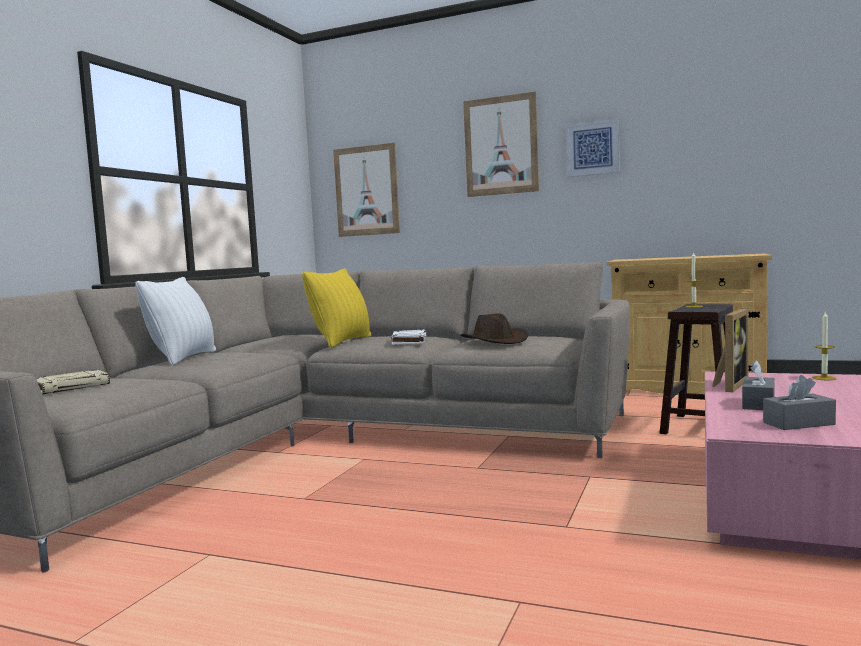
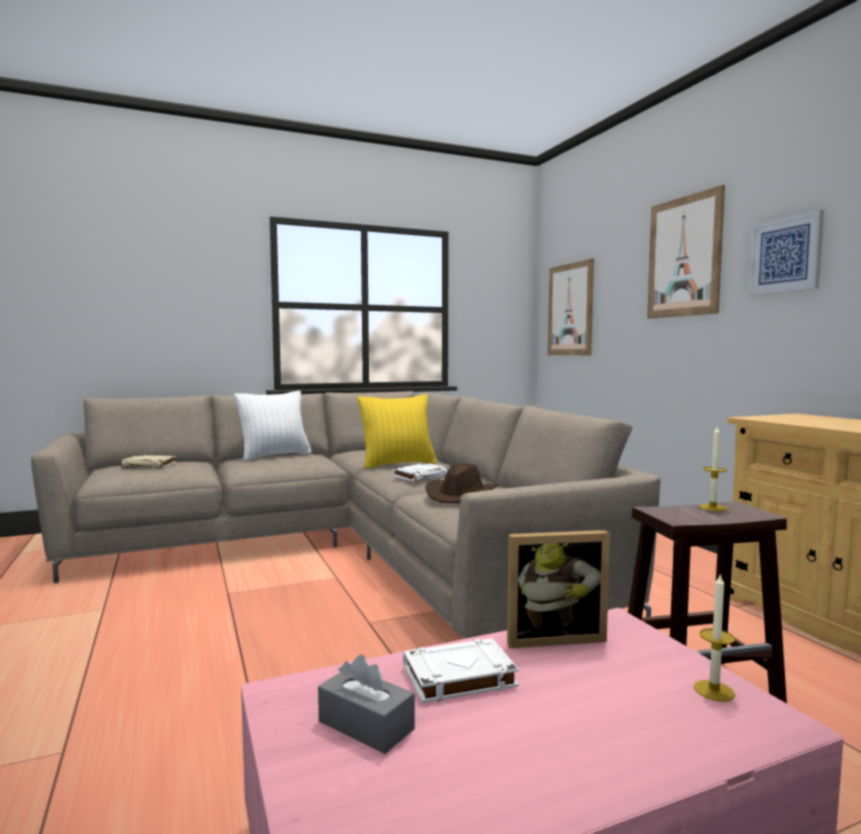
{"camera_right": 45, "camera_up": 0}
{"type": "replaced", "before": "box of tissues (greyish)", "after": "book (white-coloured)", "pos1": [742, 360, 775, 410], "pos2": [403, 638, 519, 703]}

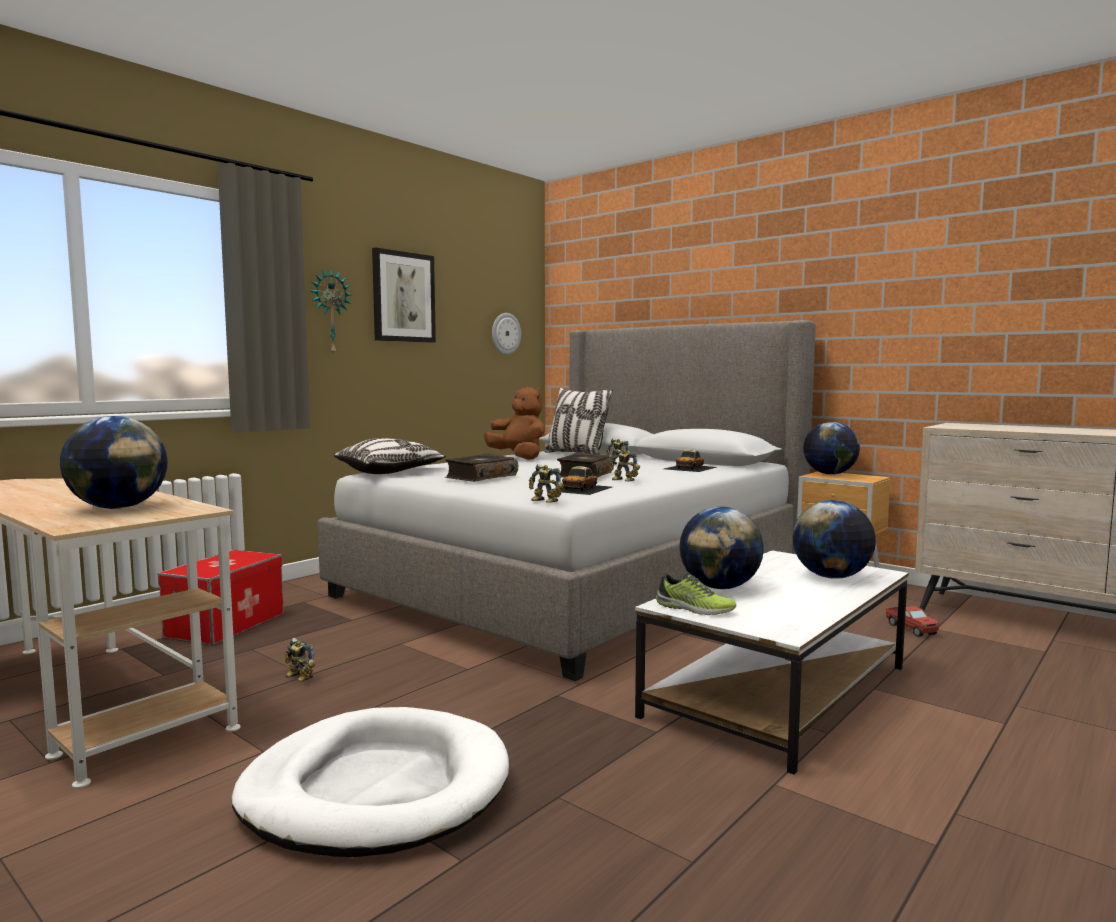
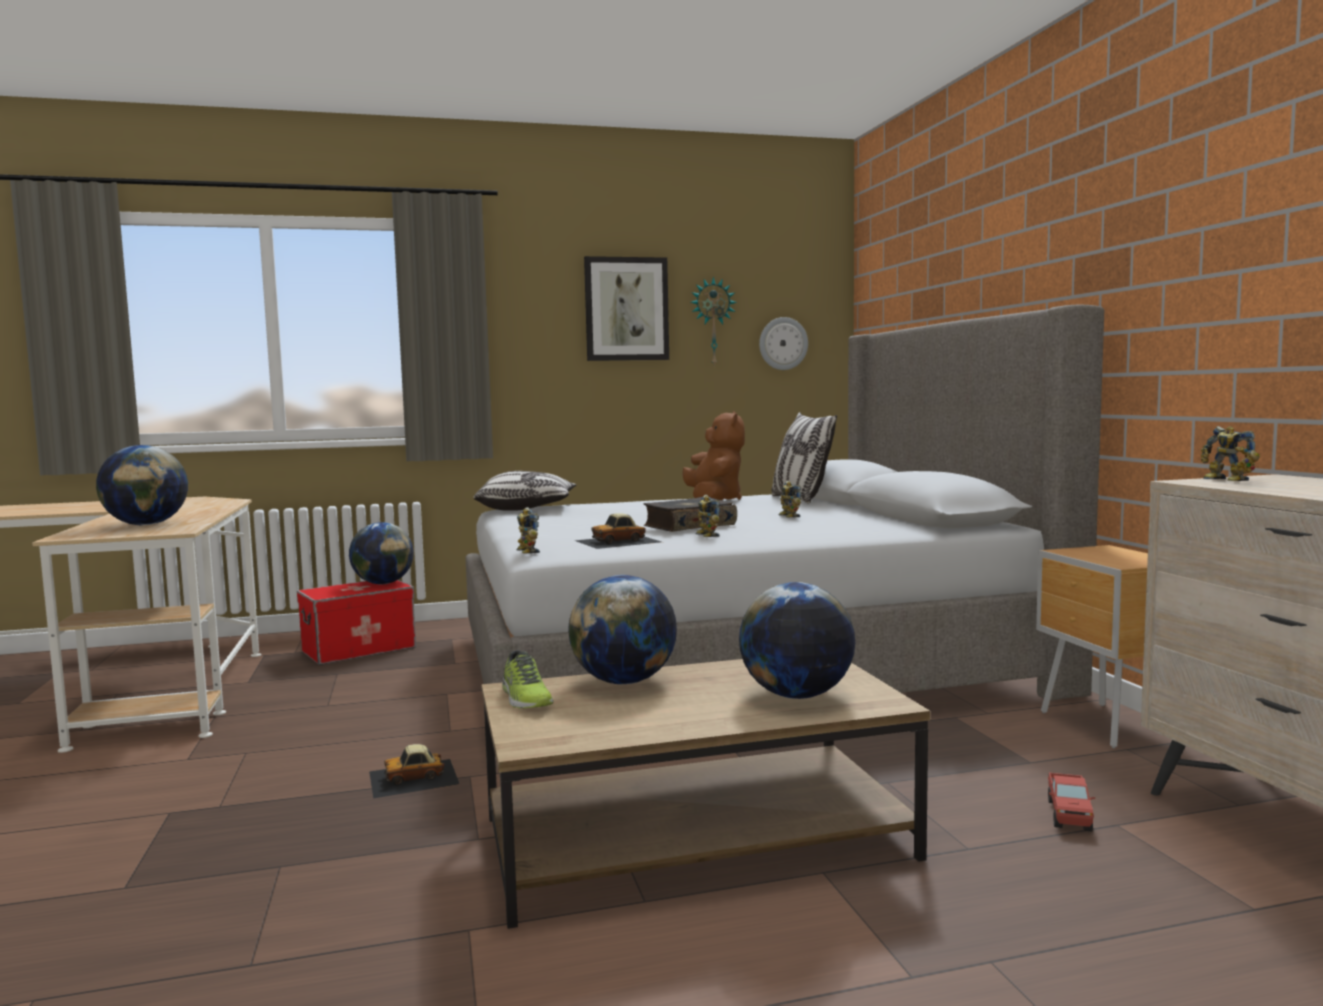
{"camera_right": 35, "camera_up": 0}
{"type": "moved", "before": "world globe", "pos1": [804, 422, 860, 475], "pos2": [349, 522, 414, 584]}
{"type": "moved", "before": "miniature car", "pos1": [664, 450, 717, 472], "pos2": [369, 744, 460, 798]}
{"type": "recoloured", "before": "lounge table (white-coloured)", "after": "lounge table (brownish)", "pos1": [635, 551, 909, 775], "pos2": [482, 659, 931, 929]}
{"type": "moved", "before": "clock on the wall", "pos1": [311, 269, 352, 355], "pos2": [691, 277, 737, 367]}
{"type": "moved", "before": "model robot", "pos1": [285, 638, 316, 681], "pos2": [1201, 426, 1260, 481]}
{"type": "removed", "before": "dog bed (white-coloured)", "pos1": [231, 707, 509, 857]}
{"type": "removed", "before": "book", "pos1": [445, 453, 518, 482]}

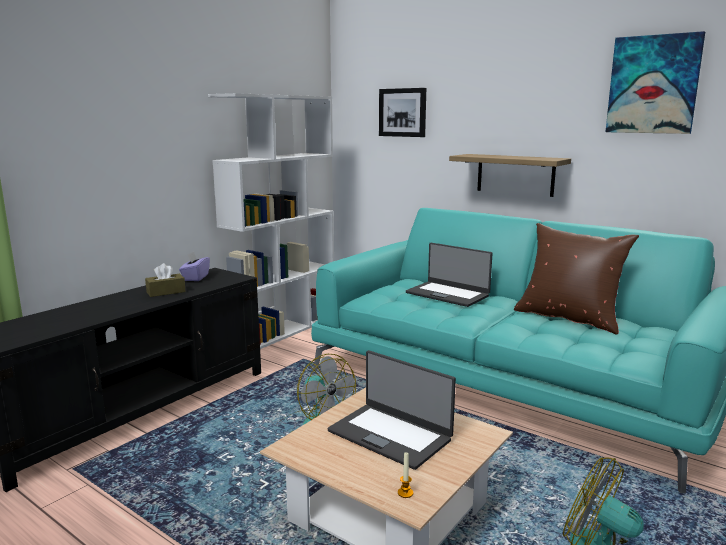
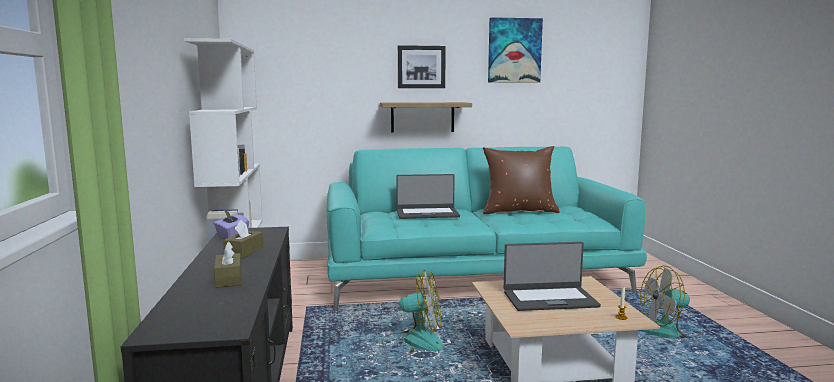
{"camera_right": -45, "camera_up": -5}
{"type": "added", "after": "box of tissues (brownish)", "pos2": [214, 242, 241, 288]}
{"type": "moved", "before": "wall art", "pos1": [379, 88, 426, 137], "pos2": [398, 45, 446, 88]}

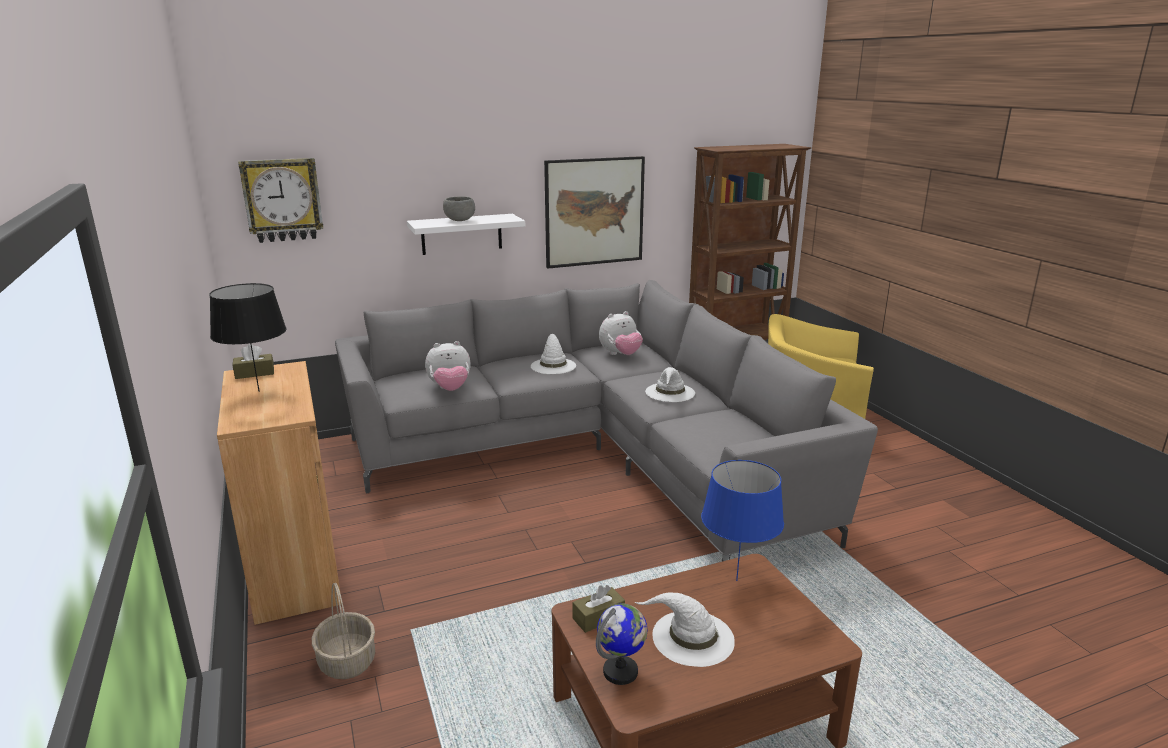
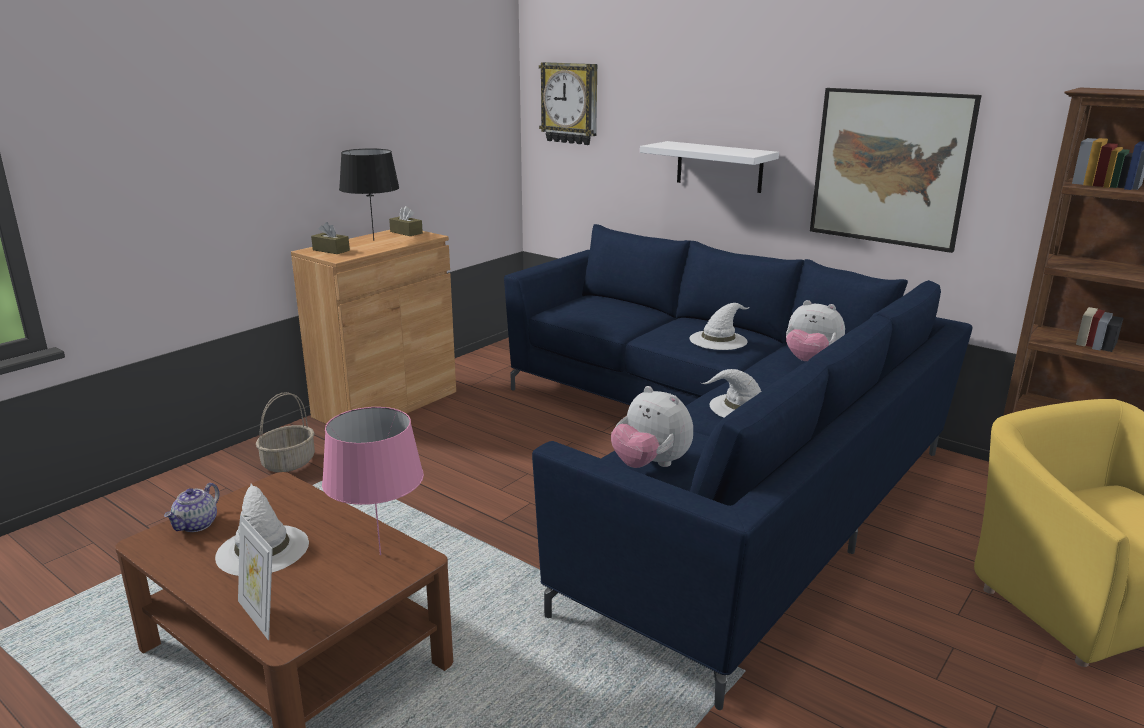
{"camera_right": 60, "camera_up": 0}
{"type": "replaced", "before": "world globe", "after": "tea pot", "pos1": [596, 603, 647, 685], "pos2": [164, 483, 219, 532]}
{"type": "added", "after": "photo frame", "pos2": [238, 514, 273, 640]}
{"type": "moved", "before": "box of tissues (brownish)", "pos1": [572, 585, 625, 633], "pos2": [311, 222, 350, 254]}
{"type": "recoloured", "before": "tabletop lamp (bluish)", "after": "tabletop lamp (pinkish)", "pos1": [701, 460, 784, 581], "pos2": [322, 407, 424, 555]}
{"type": "recoloured", "before": "sofa (greyish)", "after": "sofa (bluish)", "pos1": [335, 280, 878, 561], "pos2": [504, 224, 972, 710]}
{"type": "moved", "before": "cuddly toy", "pos1": [425, 341, 470, 391], "pos2": [611, 386, 693, 468]}
{"type": "removed", "before": "bowl (greyish)", "pos1": [443, 196, 475, 221]}

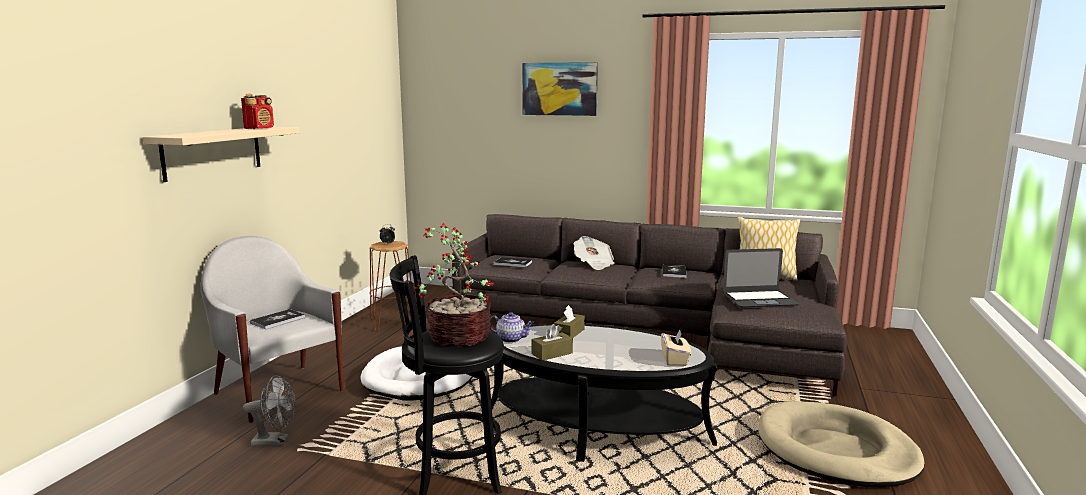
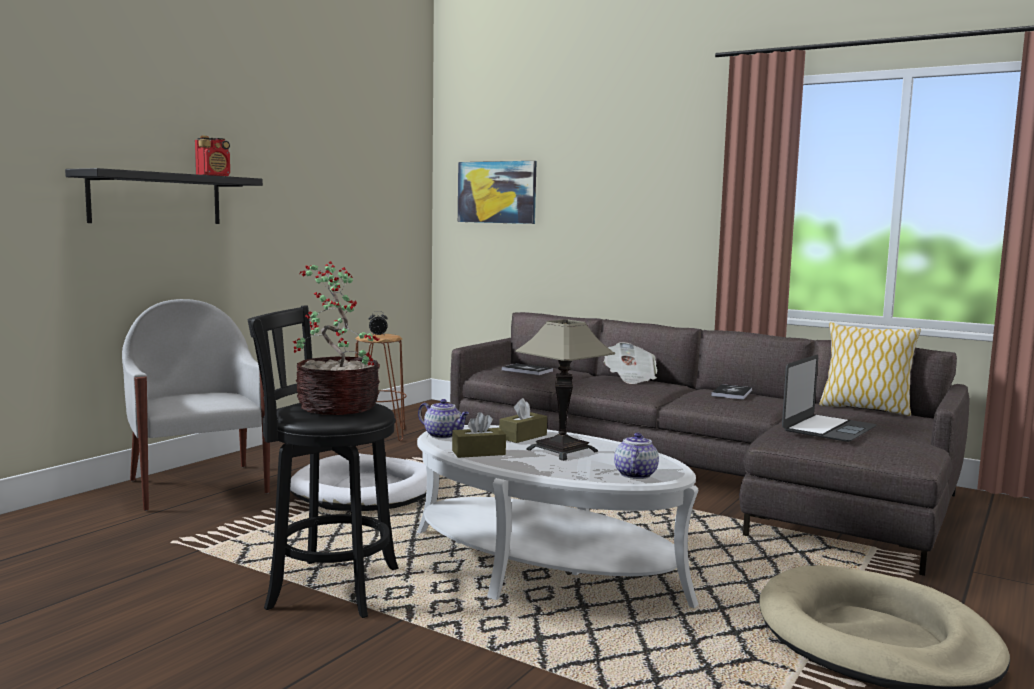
{"camera_right": 15, "camera_up": -5}
{"type": "recoloured", "before": "bracket shelf (beige)", "after": "bracket shelf (black)", "pos1": [143, 127, 300, 182], "pos2": [65, 168, 263, 224]}
{"type": "recoloured", "before": "lounge table (black)", "after": "lounge table (white-coloured)", "pos1": [491, 323, 717, 462], "pos2": [417, 425, 698, 608]}
{"type": "moved", "before": "wall art", "pos1": [522, 62, 598, 116], "pos2": [458, 161, 536, 224]}
{"type": "added", "after": "tabletop lamp", "pos2": [515, 319, 615, 461]}
{"type": "replaced", "before": "box of tissues (beige)", "after": "tea pot", "pos1": [661, 329, 691, 366], "pos2": [614, 433, 659, 479]}
{"type": "turned", "before": "portable computer", "pos1": [723, 248, 799, 307], "pos2": [782, 355, 876, 442], "turn": -60}
{"type": "removed", "before": "fan (greyish)", "pos1": [243, 375, 296, 446]}
{"type": "removed", "before": "book", "pos1": [250, 309, 305, 330]}

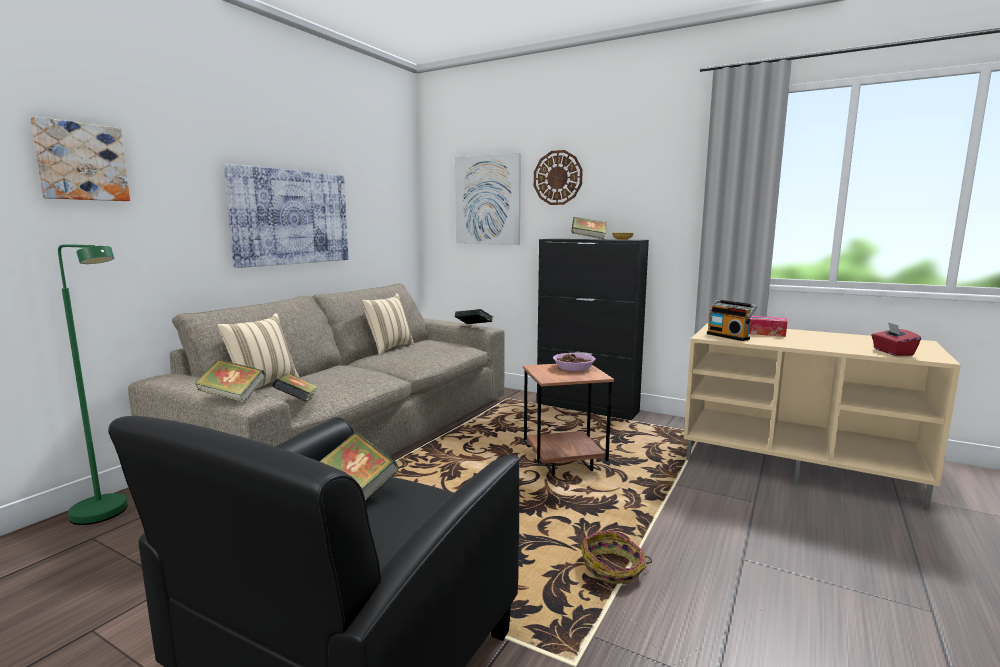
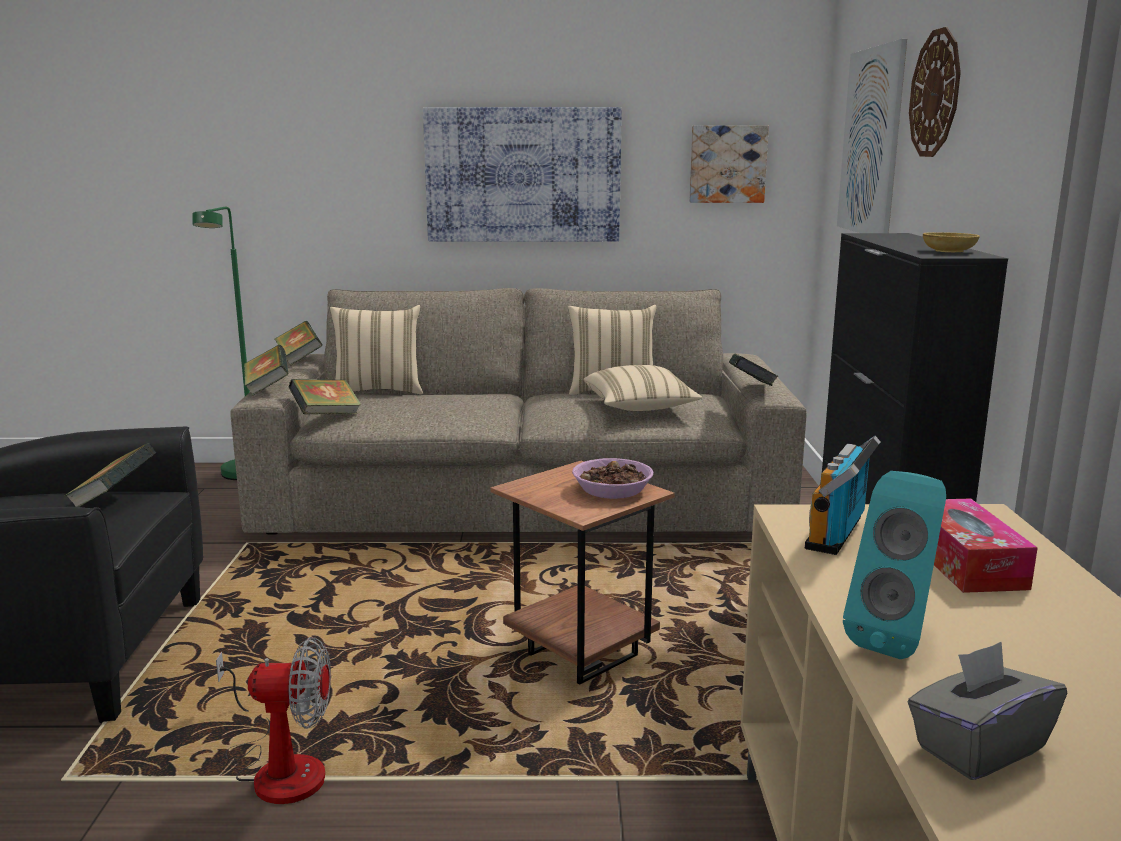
{"camera_right": 60, "camera_up": 5}
{"type": "replaced", "before": "household basket", "after": "fan", "pos1": [581, 530, 652, 584], "pos2": [216, 637, 331, 804]}
{"type": "moved", "before": "book", "pos1": [571, 217, 606, 239], "pos2": [275, 321, 322, 366]}
{"type": "added", "after": "pillow (beige)", "pos2": [583, 365, 703, 411]}
{"type": "moved", "before": "wall art", "pos1": [31, 117, 130, 201], "pos2": [690, 125, 769, 203]}
{"type": "added", "after": "audio speaker (blue-green)", "pos2": [843, 471, 946, 659]}
{"type": "recoloured", "before": "box of tissues (red-coloured)", "after": "box of tissues (greyish)", "pos1": [871, 322, 921, 356], "pos2": [908, 642, 1067, 780]}

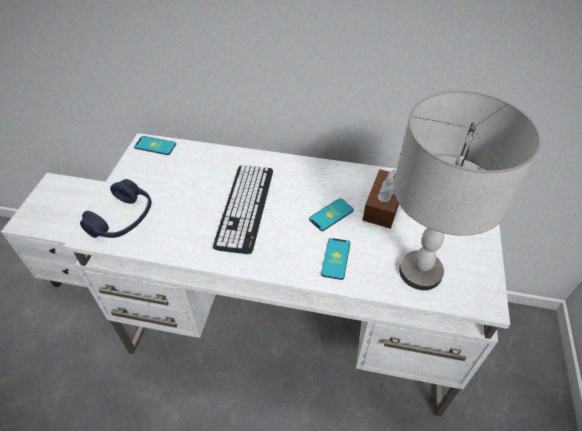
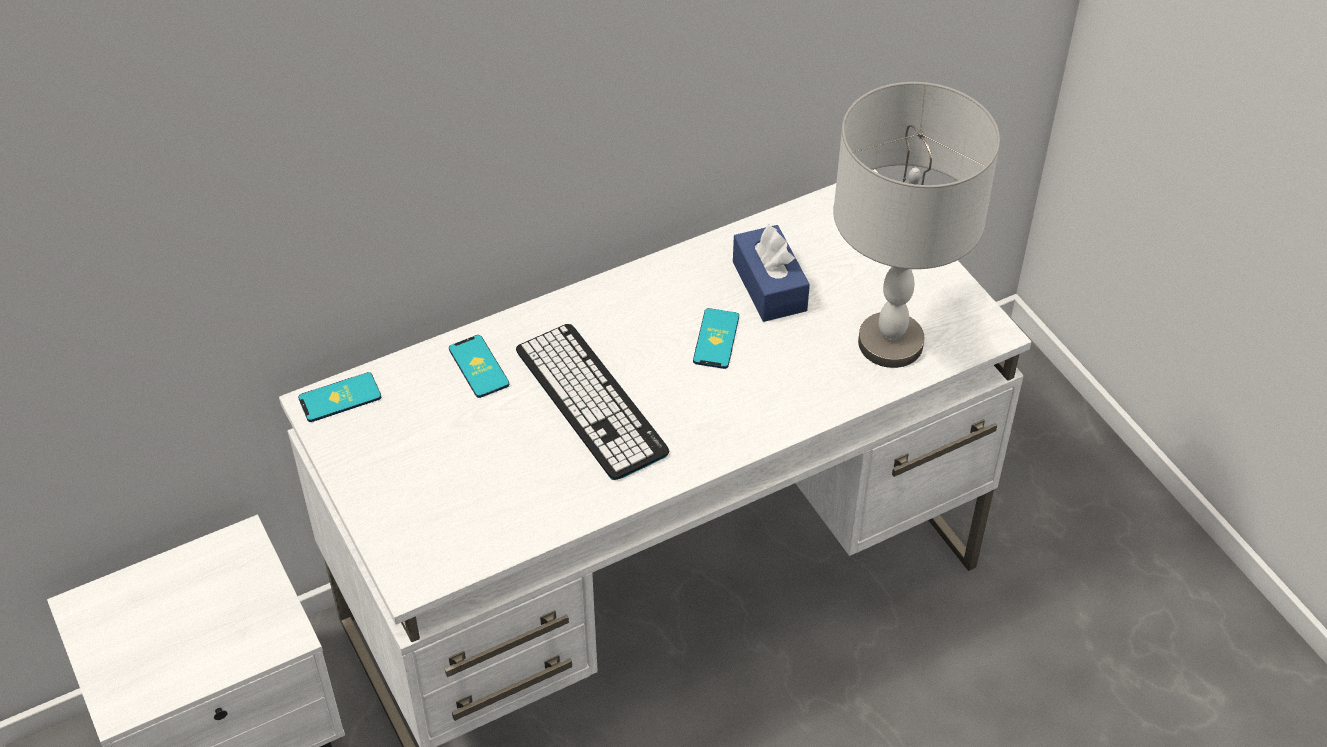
{"camera_right": -40, "camera_up": 0}
{"type": "moved", "before": "handset", "pos1": [321, 238, 350, 280], "pos2": [449, 335, 509, 398]}
{"type": "recoloured", "before": "box of tissues (brownish)", "after": "box of tissues (bluish)", "pos1": [363, 169, 399, 229], "pos2": [733, 225, 810, 322]}
{"type": "removed", "before": "headset (bluish)", "pos1": [80, 179, 152, 238]}

